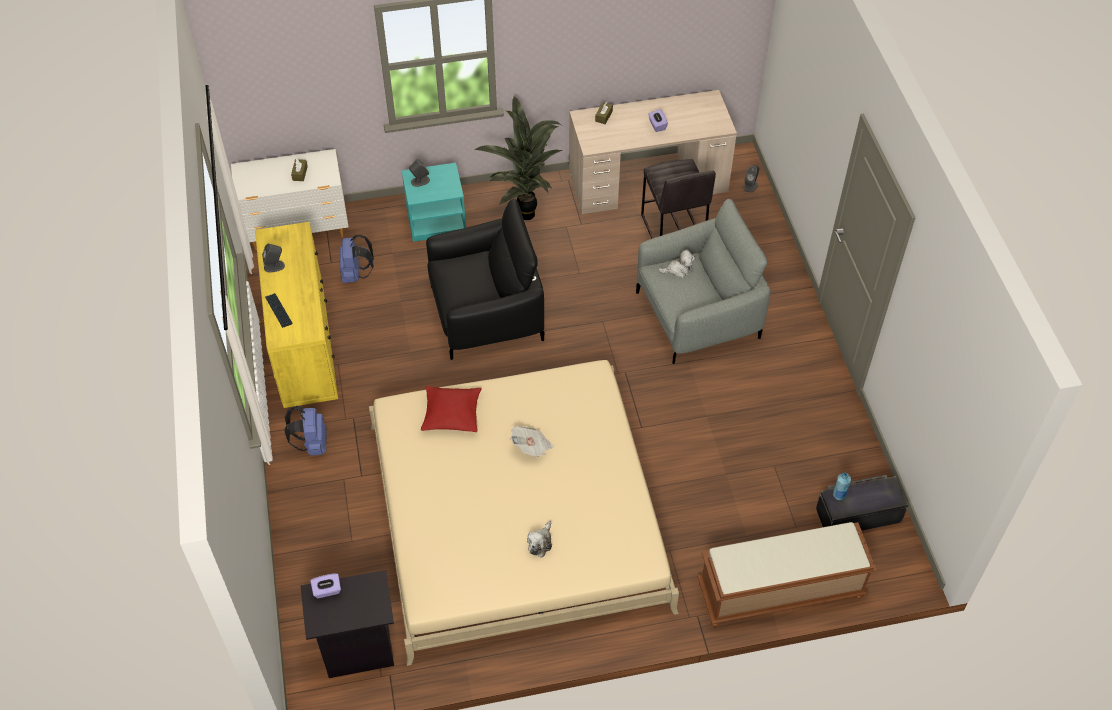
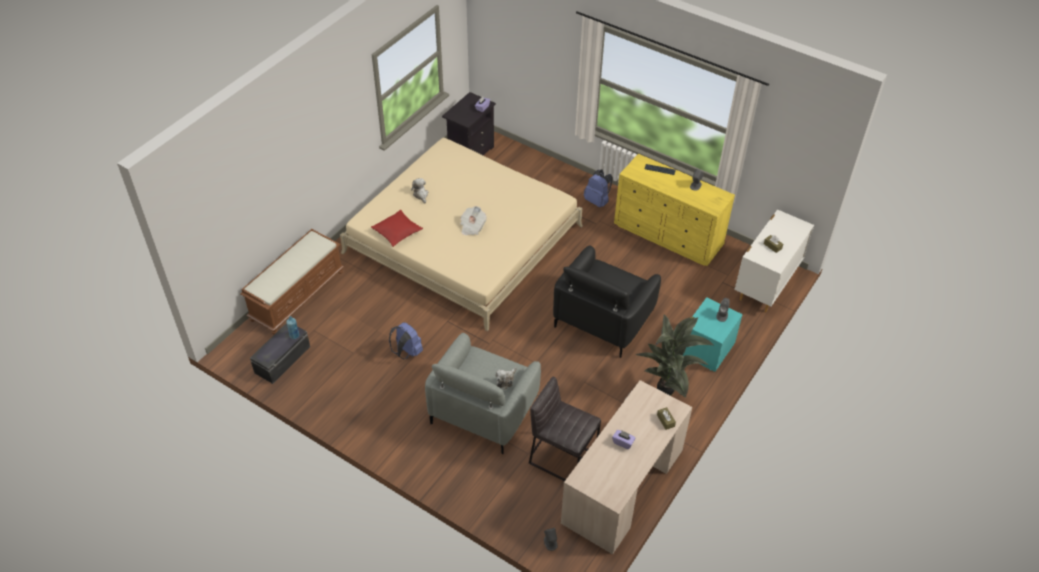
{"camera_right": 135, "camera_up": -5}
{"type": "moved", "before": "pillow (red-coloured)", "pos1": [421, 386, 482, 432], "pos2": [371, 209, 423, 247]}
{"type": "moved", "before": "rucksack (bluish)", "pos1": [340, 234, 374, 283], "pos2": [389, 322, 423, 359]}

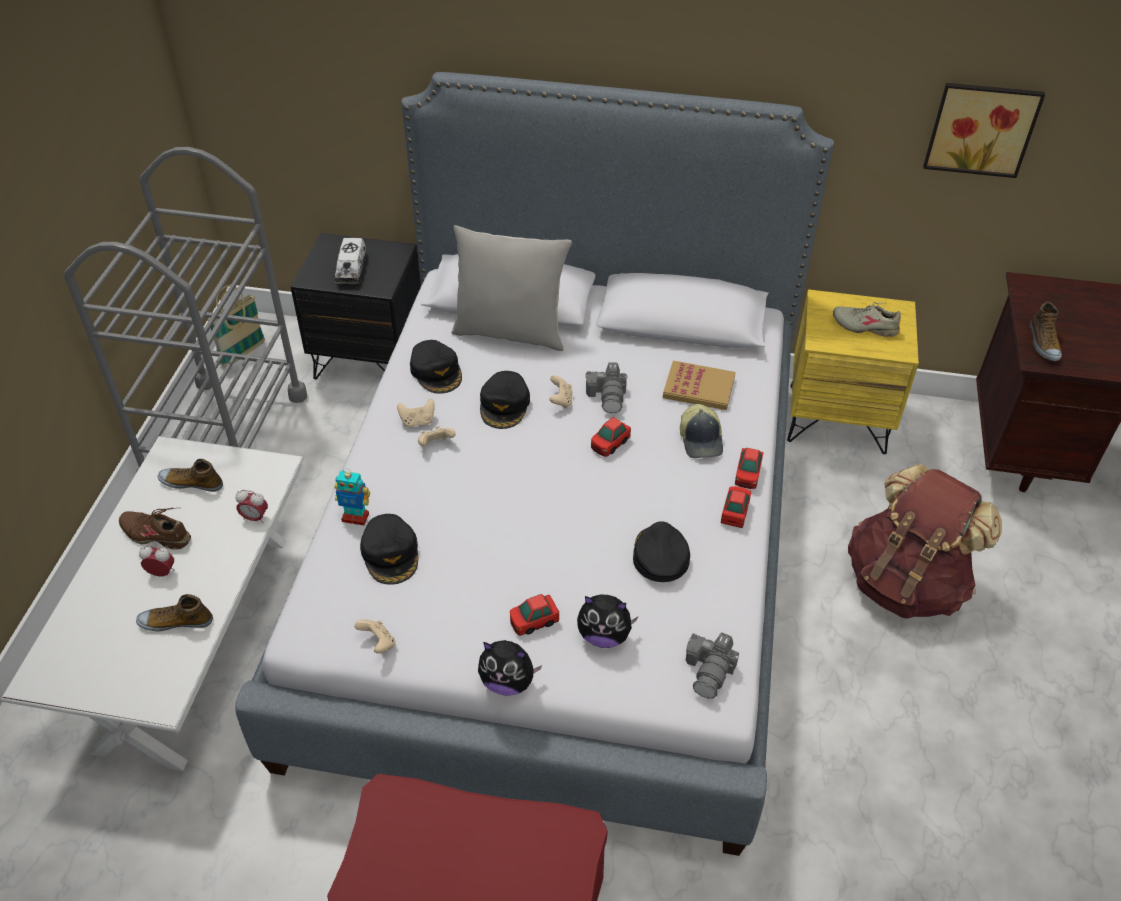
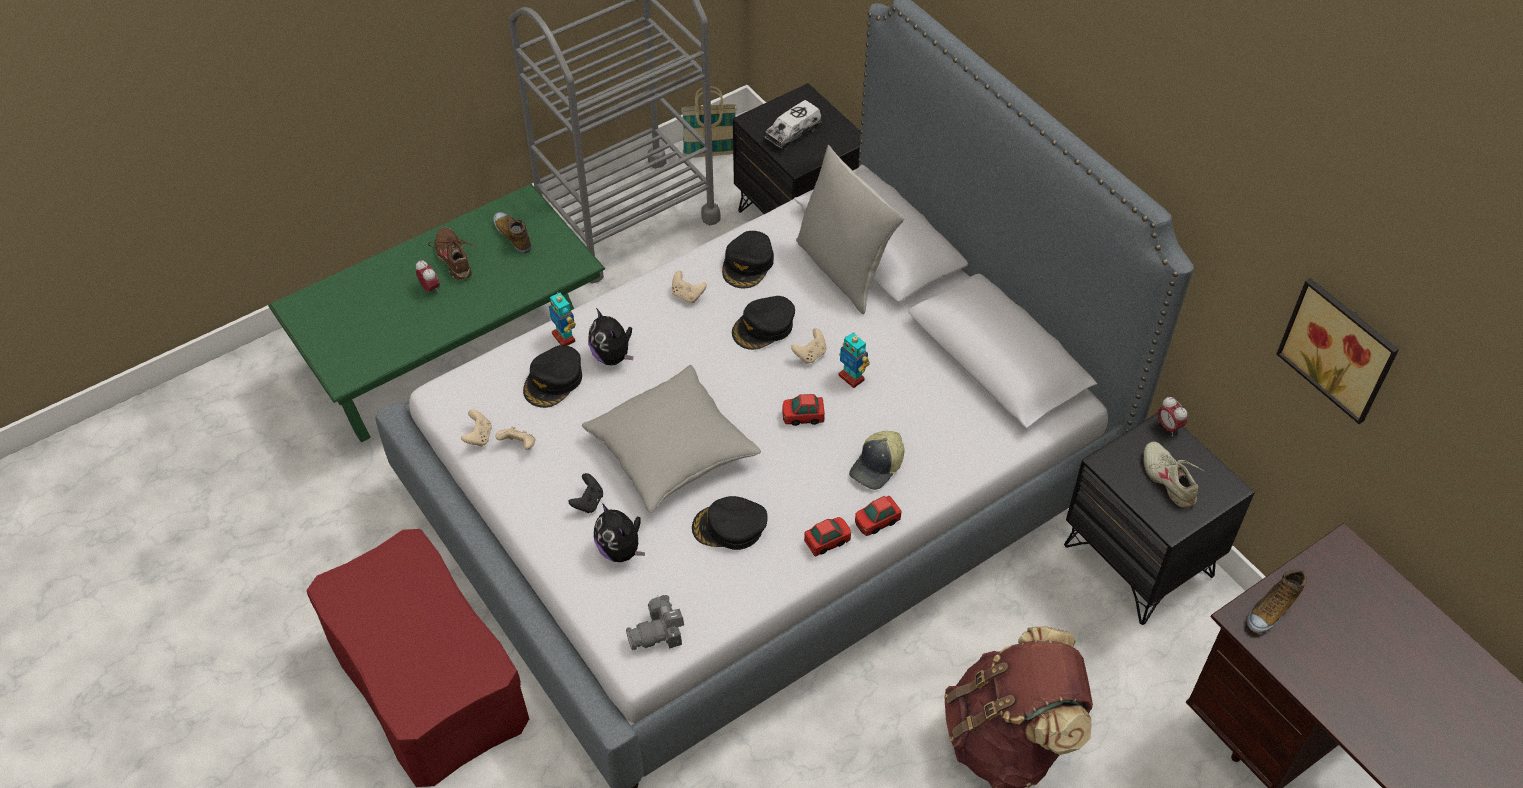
{"camera_right": 45, "camera_up": 5}
{"type": "recoloured", "before": "lounge table (white-coloured)", "after": "lounge table (green)", "pos1": [0, 436, 304, 771], "pos2": [268, 184, 605, 443]}
{"type": "moved", "before": "game controller (beige)", "pos1": [418, 426, 456, 446], "pos2": [495, 427, 535, 450]}
{"type": "replaced", "before": "miniature car", "after": "game controller (black)", "pos1": [510, 594, 559, 636], "pos2": [569, 473, 603, 513]}
{"type": "added", "after": "pillow (greyish)", "pos2": [582, 365, 761, 513]}
{"type": "moved", "before": "cuddly toy", "pos1": [478, 640, 542, 696], "pos2": [588, 308, 633, 366]}
{"type": "turned", "before": "cap (black)", "pos1": [633, 521, 690, 582], "pos2": [692, 496, 767, 550], "turn": -135}
{"type": "replaced", "before": "still camera", "after": "model robot", "pos1": [586, 362, 628, 413], "pos2": [838, 333, 870, 388]}
{"type": "recoloured", "before": "nightstand (yellow)", "after": "nightstand (black)", "pos1": [787, 289, 919, 454], "pos2": [1064, 413, 1255, 625]}
{"type": "moved", "before": "table clock", "pos1": [235, 490, 268, 523], "pos2": [1158, 397, 1187, 436]}
{"type": "removed", "before": "shoe", "pos1": [136, 594, 213, 632]}
{"type": "removed", "before": "book", "pos1": [663, 361, 736, 410]}

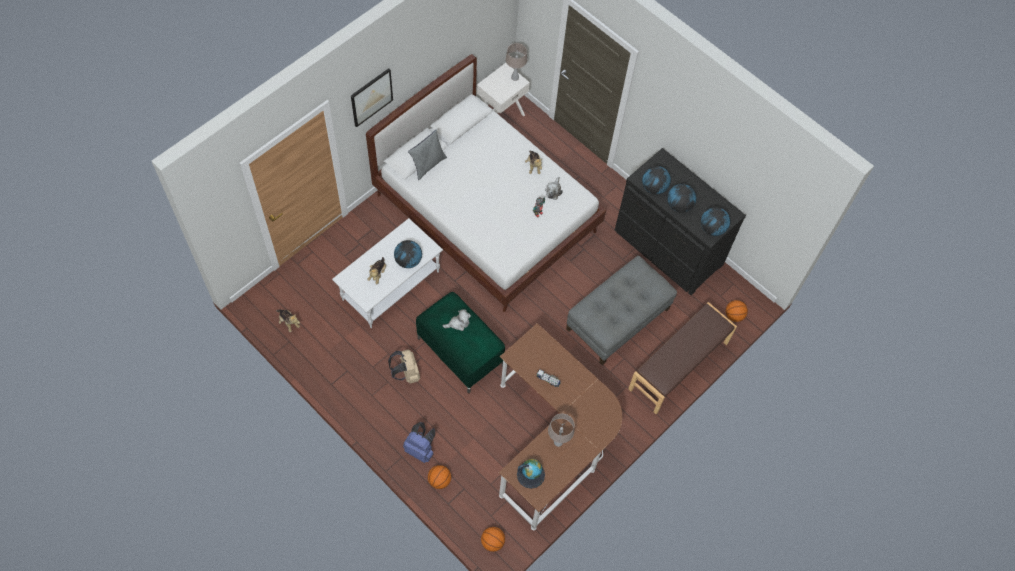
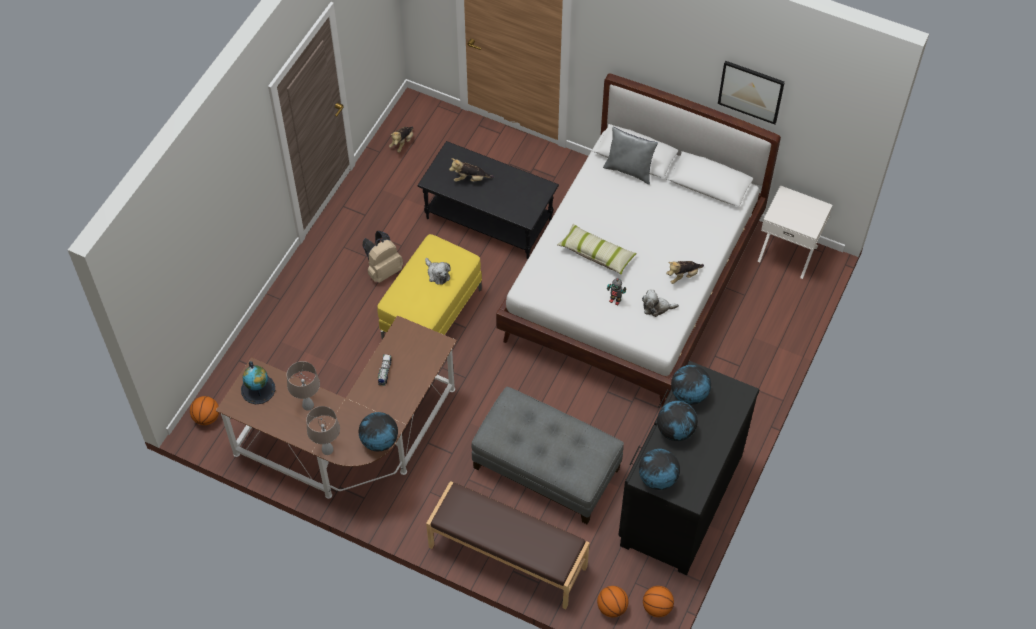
{"camera_right": 75, "camera_up": -5}
{"type": "moved", "before": "tabletop lamp (beige)", "pos1": [506, 43, 527, 81], "pos2": [306, 406, 340, 455]}
{"type": "moved", "before": "world globe", "pos1": [394, 240, 422, 268], "pos2": [359, 412, 398, 451]}
{"type": "recoloured", "before": "ottoman (green)", "after": "ottoman (yellow)", "pos1": [416, 292, 505, 393], "pos2": [377, 234, 482, 339]}
{"type": "recoloured", "before": "lounge table (white-coloured)", "after": "lounge table (black)", "pos1": [332, 218, 443, 328], "pos2": [417, 141, 559, 259]}
{"type": "added", "after": "pillow", "pos2": [557, 224, 637, 275]}
{"type": "moved", "before": "basketball ball", "pos1": [428, 465, 451, 489], "pos2": [643, 586, 674, 617]}
{"type": "moved", "before": "wall art", "pos1": [351, 68, 393, 127], "pos2": [718, 61, 785, 125]}
{"type": "removed", "before": "rucksack (bluish)", "pos1": [403, 422, 435, 463]}

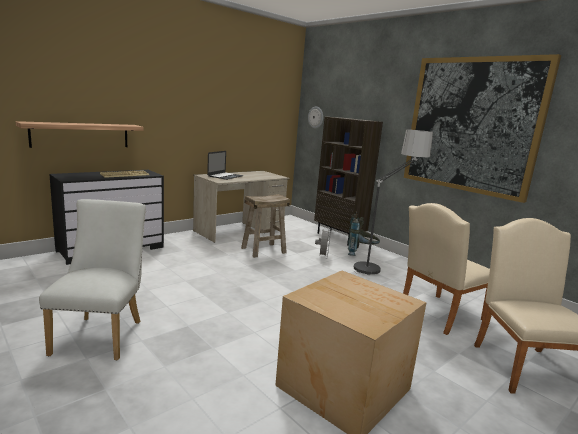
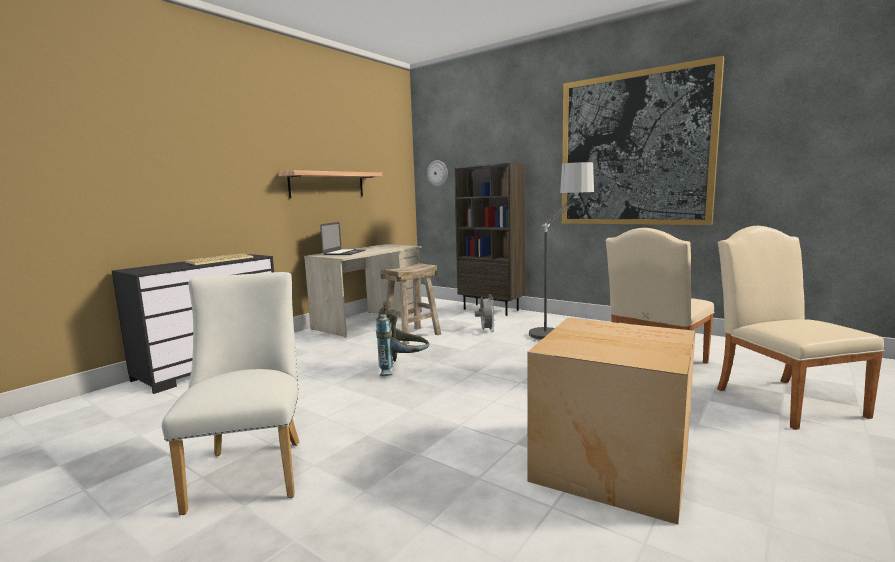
{"camera_right": -10, "camera_up": -5}
{"type": "moved", "before": "bracket shelf", "pos1": [16, 121, 144, 148], "pos2": [278, 170, 382, 198]}
{"type": "moved", "before": "rucksack (greyish)", "pos1": [348, 211, 380, 256], "pos2": [376, 302, 429, 376]}

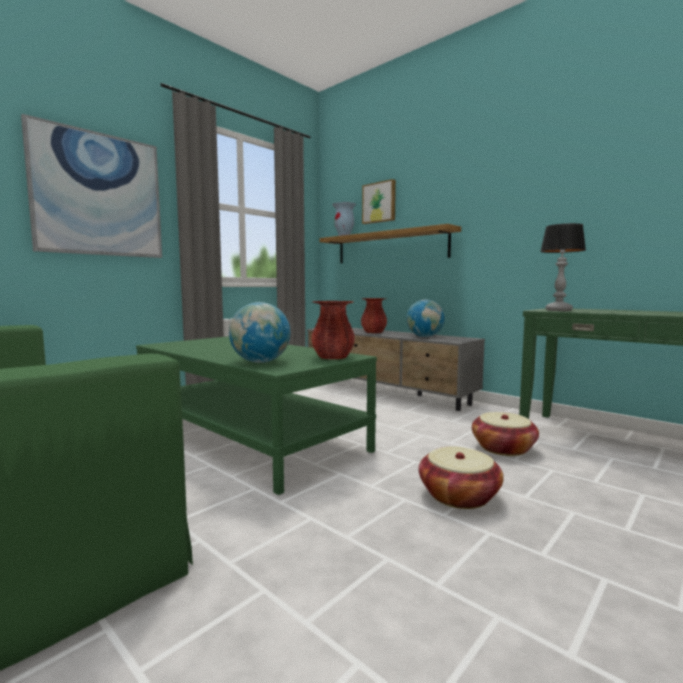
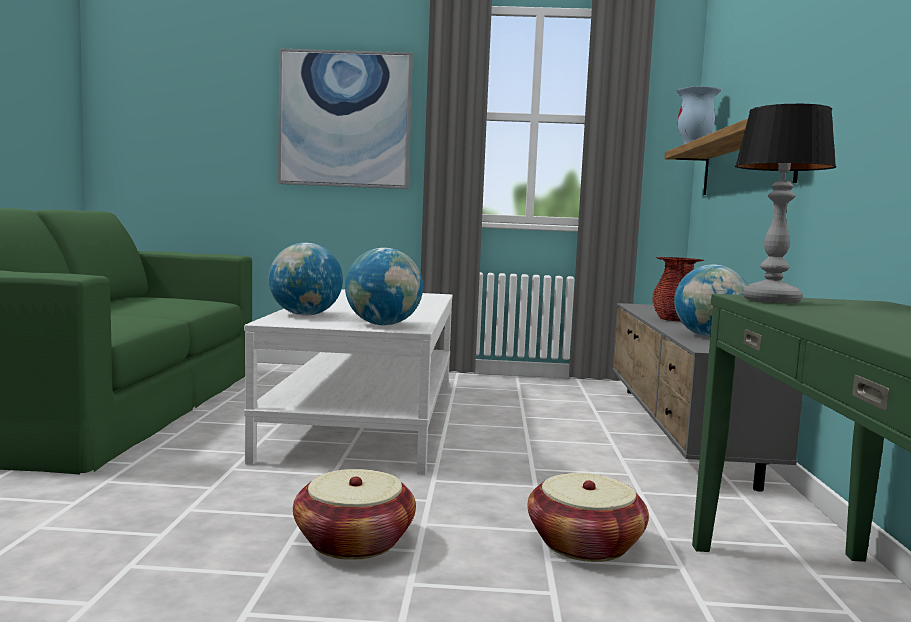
{"camera_right": 50, "camera_up": 0}
{"type": "recoloured", "before": "lounge table (green)", "after": "lounge table (white-coloured)", "pos1": [136, 336, 377, 495], "pos2": [244, 289, 453, 475]}
{"type": "replaced", "before": "vase (red-coloured)", "after": "world globe", "pos1": [311, 301, 355, 359], "pos2": [345, 248, 423, 325]}
{"type": "removed", "before": "wall art", "pos1": [362, 179, 396, 224]}

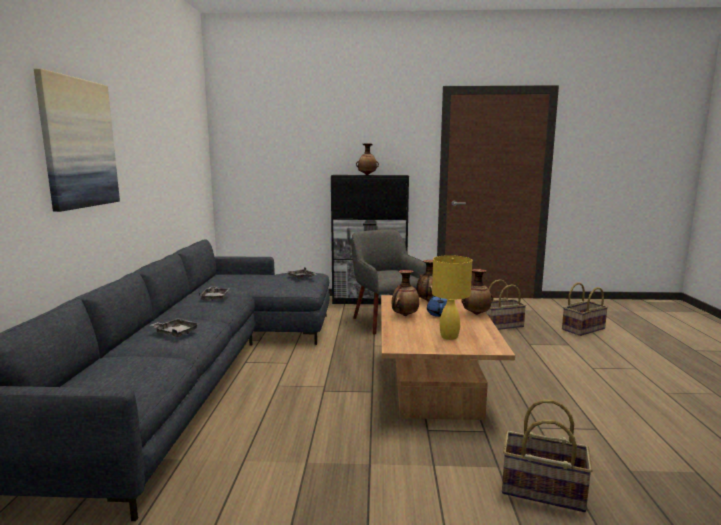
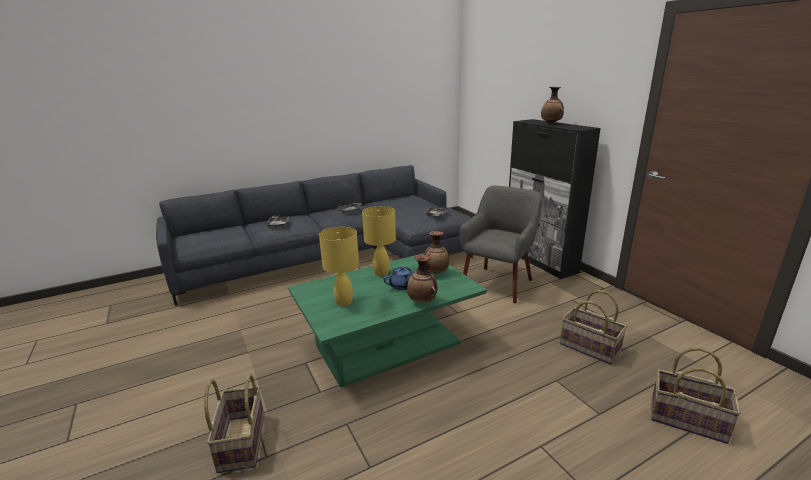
{"camera_right": 60, "camera_up": 10}
{"type": "recoloured", "before": "lounge table (brownish)", "after": "lounge table (green)", "pos1": [381, 295, 515, 420], "pos2": [288, 253, 487, 388]}
{"type": "replaced", "before": "vase", "after": "tabletop lamp (yellow)", "pos1": [392, 270, 419, 316], "pos2": [362, 206, 396, 277]}
{"type": "removed", "before": "wall art", "pos1": [34, 68, 120, 212]}

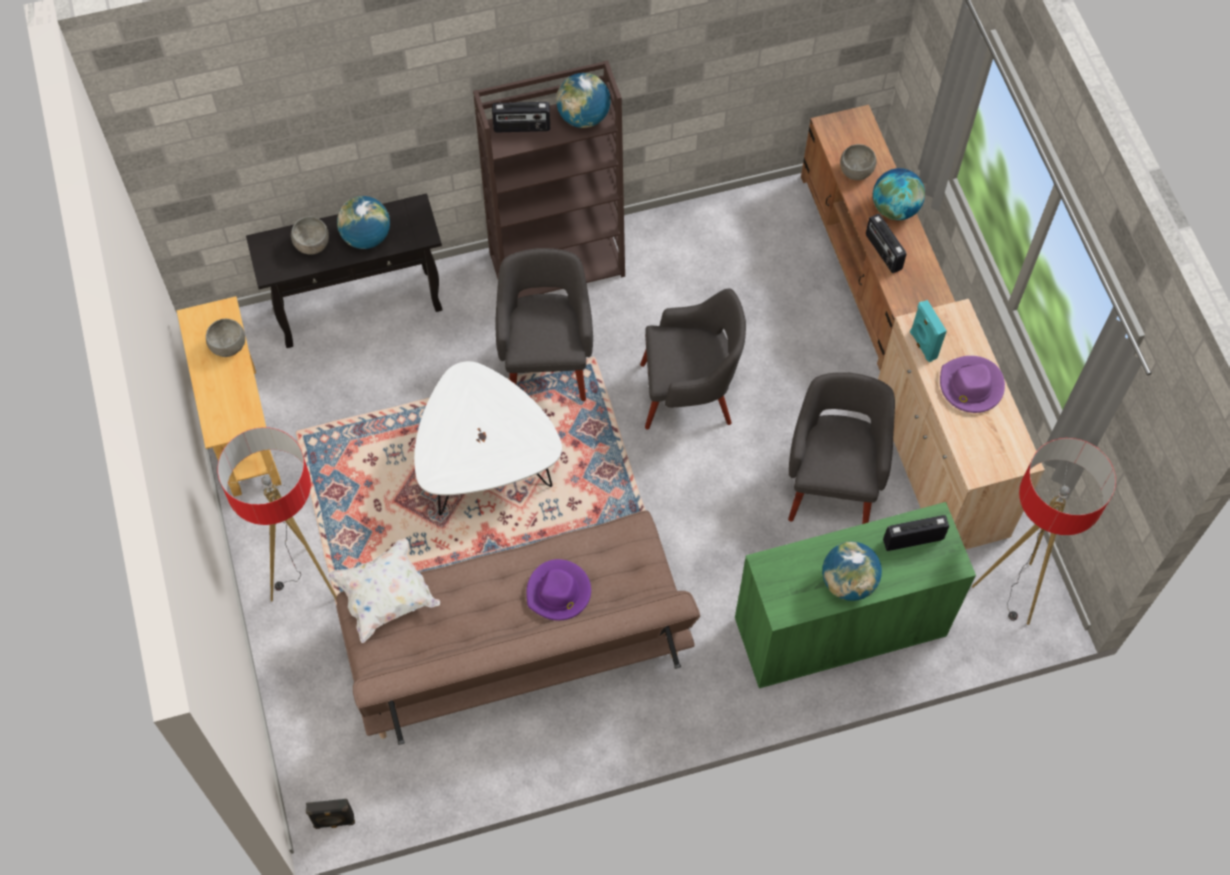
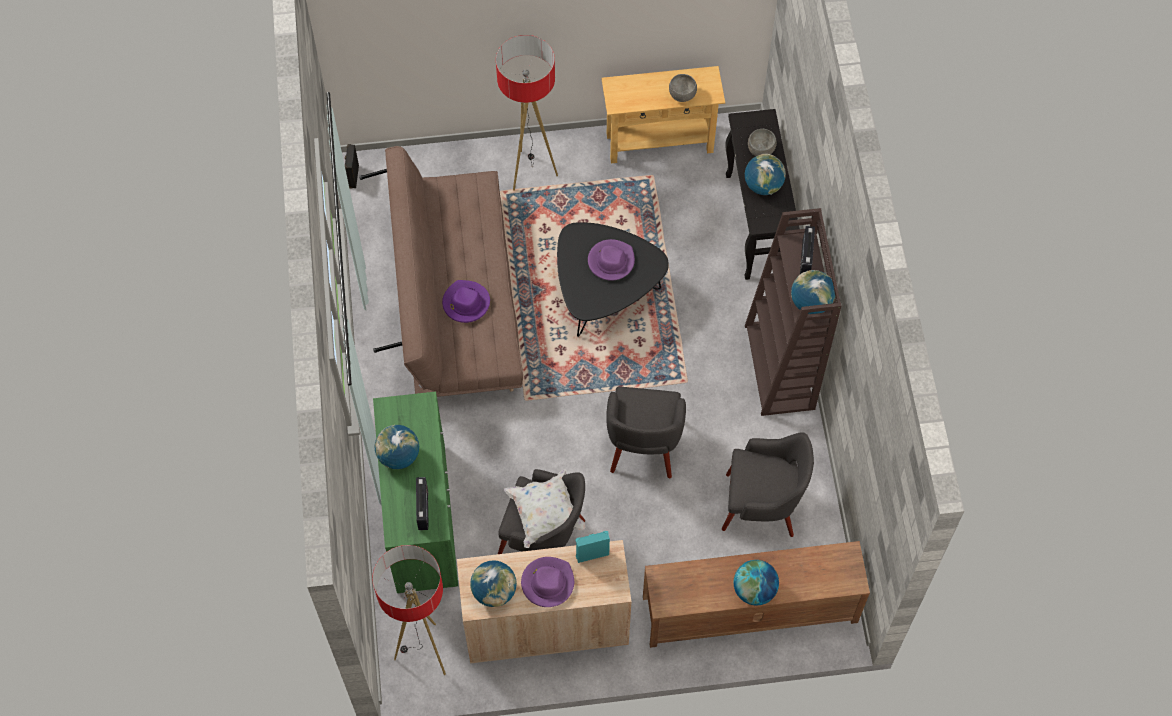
{"camera_right": 100, "camera_up": 0}
{"type": "added", "after": "world globe", "pos2": [470, 560, 517, 607]}
{"type": "moved", "before": "pillow (white-coloured)", "pos1": [327, 539, 440, 643], "pos2": [504, 470, 586, 548]}
{"type": "recoloured", "before": "lounge table (white-coloured)", "after": "lounge table (black)", "pos1": [414, 361, 562, 515], "pos2": [557, 222, 669, 337]}
{"type": "added", "after": "clothing hat (purplish)", "pos2": [588, 239, 635, 281]}
{"type": "moved", "before": "lounge chair (greyish)", "pos1": [496, 248, 593, 401], "pos2": [722, 432, 814, 537]}
{"type": "removed", "before": "bowl (greyish)", "pos1": [840, 144, 876, 180]}
{"type": "removed", "before": "radio receiver", "pos1": [866, 214, 906, 273]}

